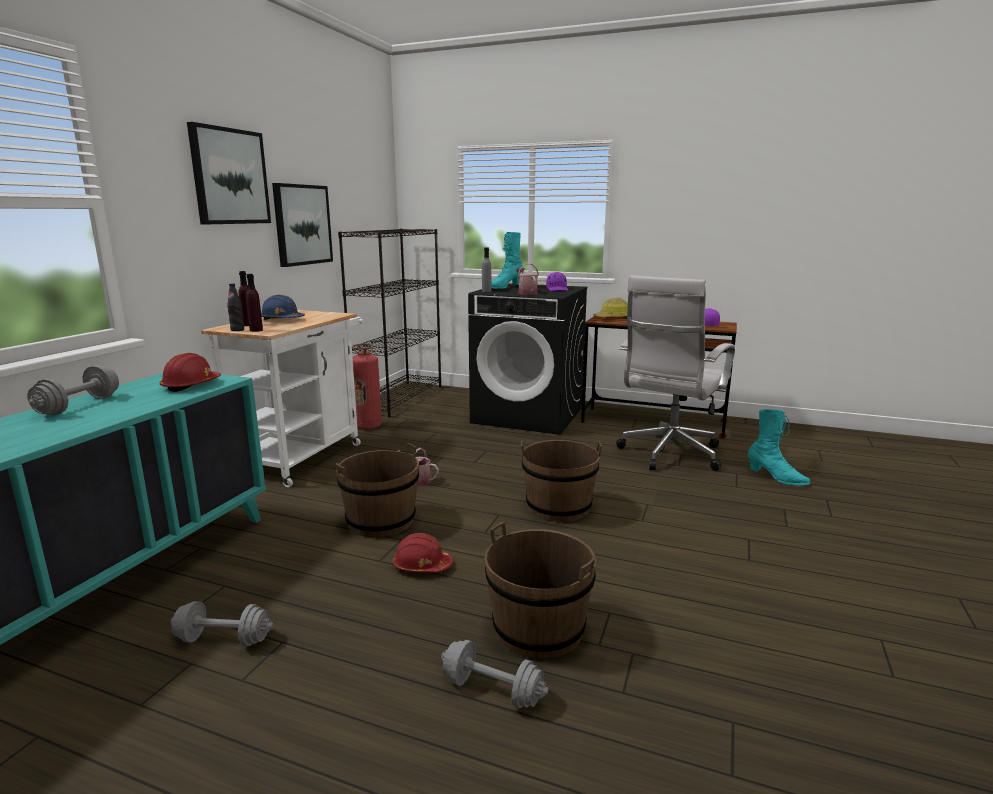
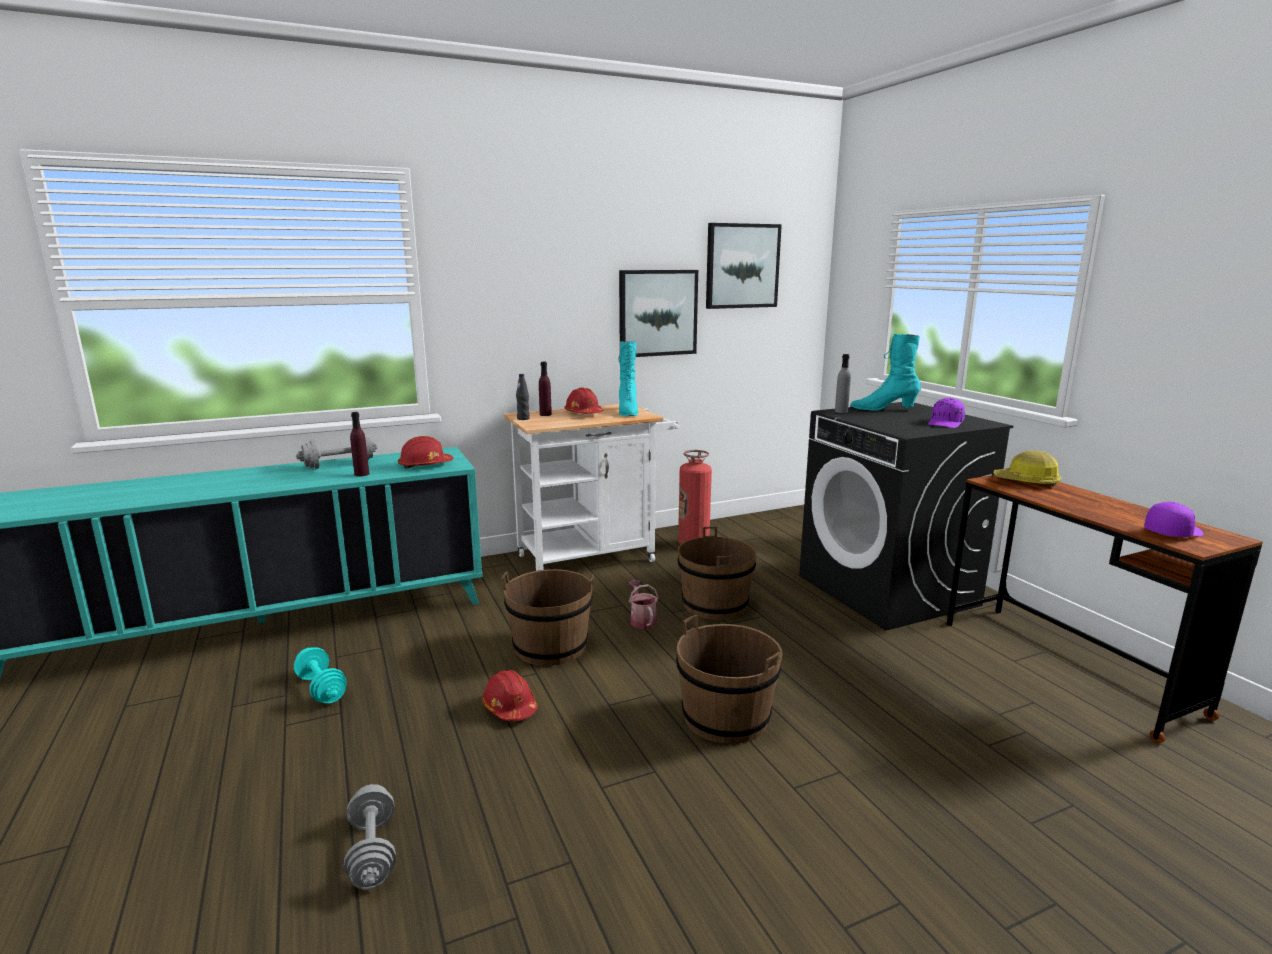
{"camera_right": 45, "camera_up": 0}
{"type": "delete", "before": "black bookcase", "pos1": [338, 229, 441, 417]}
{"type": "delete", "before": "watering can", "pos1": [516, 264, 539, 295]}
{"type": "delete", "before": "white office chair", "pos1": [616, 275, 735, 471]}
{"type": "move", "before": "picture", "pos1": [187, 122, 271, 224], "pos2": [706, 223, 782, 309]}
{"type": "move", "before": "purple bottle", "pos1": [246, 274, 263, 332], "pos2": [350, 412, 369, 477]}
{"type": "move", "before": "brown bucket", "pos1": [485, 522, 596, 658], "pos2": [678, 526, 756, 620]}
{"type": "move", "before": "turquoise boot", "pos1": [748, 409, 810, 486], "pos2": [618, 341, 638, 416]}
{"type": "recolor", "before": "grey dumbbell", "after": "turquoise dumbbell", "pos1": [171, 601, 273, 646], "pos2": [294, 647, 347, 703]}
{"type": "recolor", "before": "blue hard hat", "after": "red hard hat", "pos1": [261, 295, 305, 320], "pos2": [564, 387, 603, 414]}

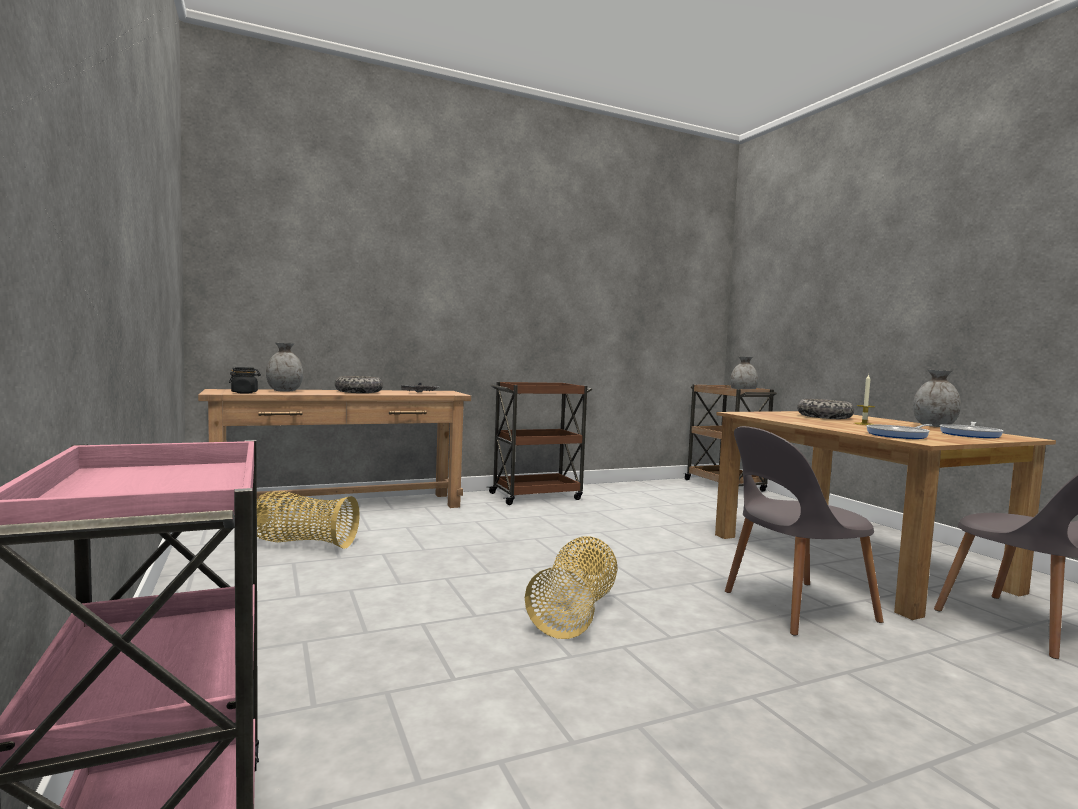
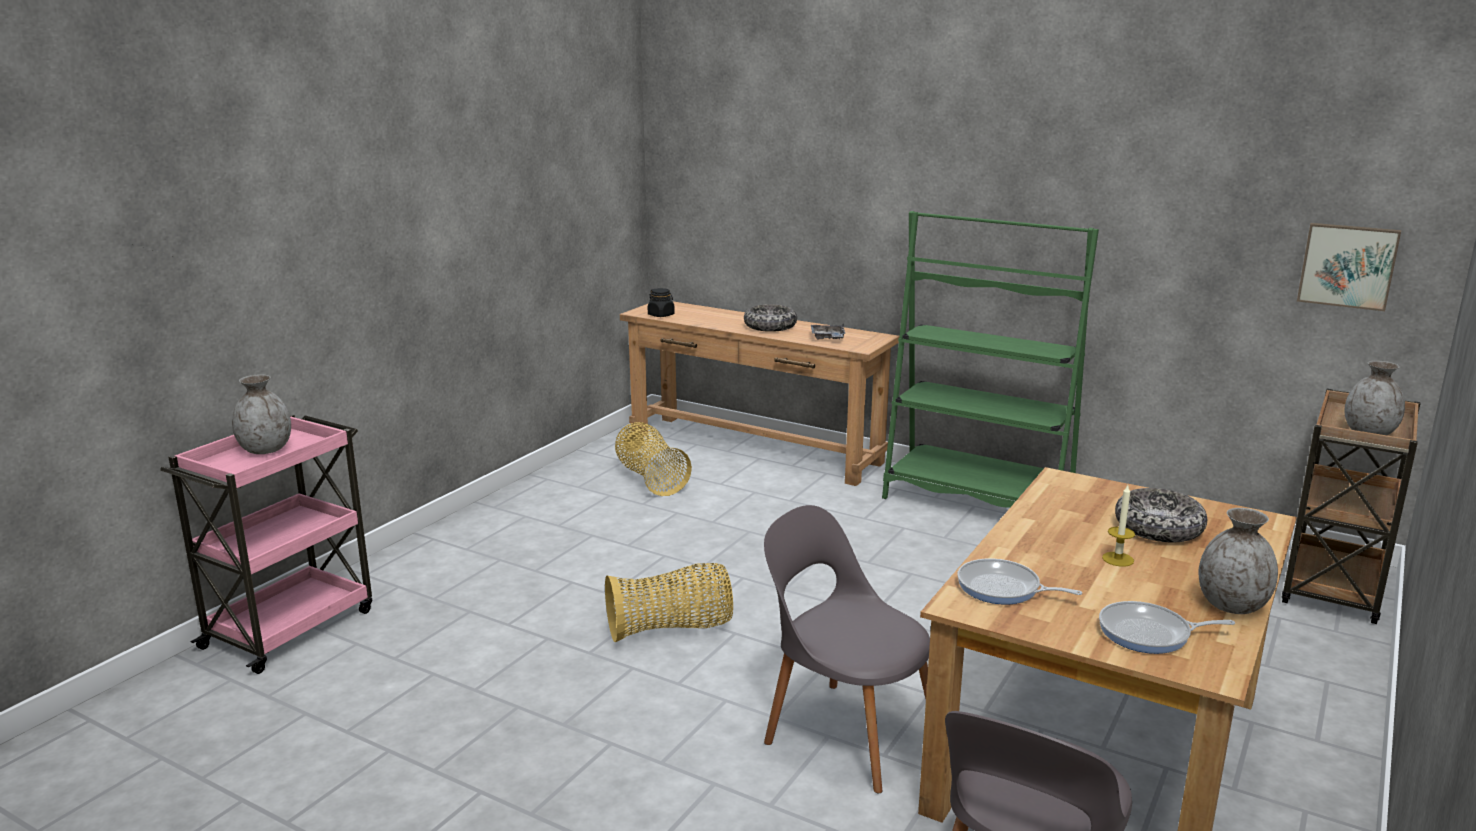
{"camera_right": 55, "camera_up": 15}
{"type": "insert", "after": "picture", "pos2": [1297, 223, 1401, 311]}
{"type": "move", "before": "grey vase", "pos1": [266, 343, 303, 392], "pos2": [232, 374, 291, 454]}
{"type": "replace", "before": "brown cart", "after": "green bookcase", "pos1": [487, 382, 592, 505], "pos2": [882, 211, 1099, 508]}

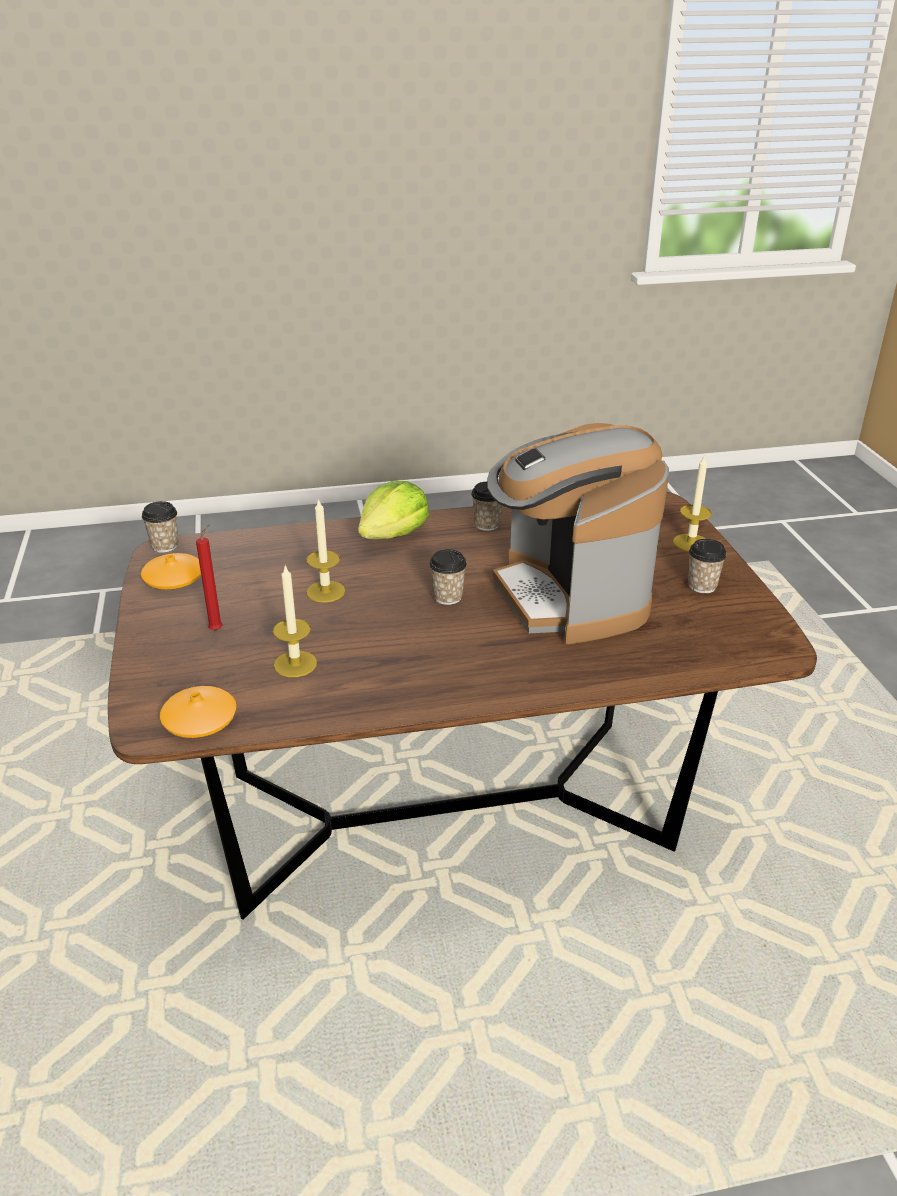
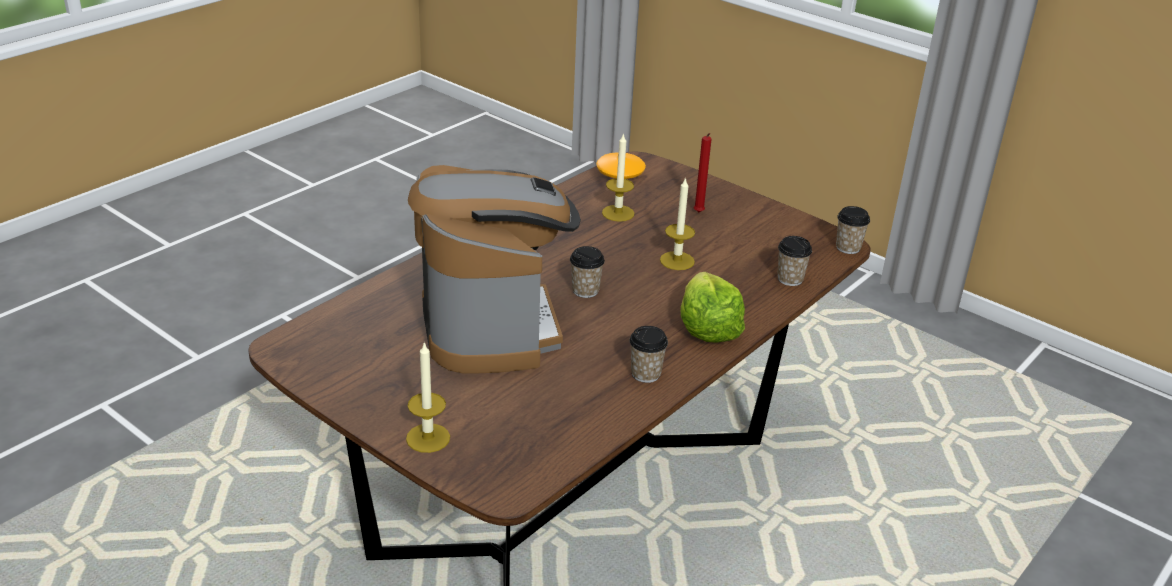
{"camera_right": 140, "camera_up": 0}
{"type": "delete", "before": "orange vase", "pos1": [141, 553, 201, 589]}
{"type": "move", "before": "cup", "pos1": [688, 539, 727, 593], "pos2": [777, 236, 812, 286]}
{"type": "rotate", "before": "coffee machine", "pos1": [487, 423, 669, 644], "pos2": [408, 165, 581, 374], "turn": 45}

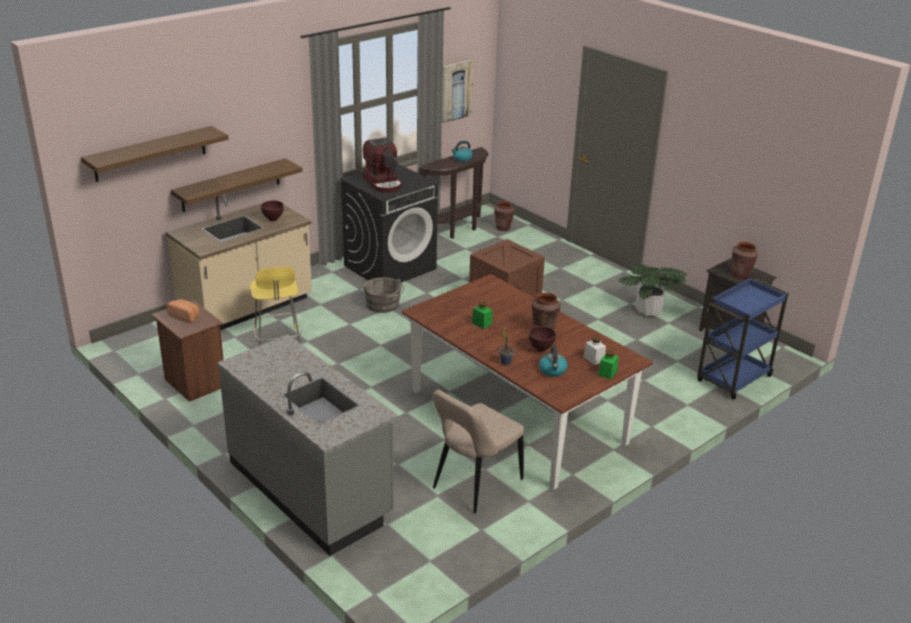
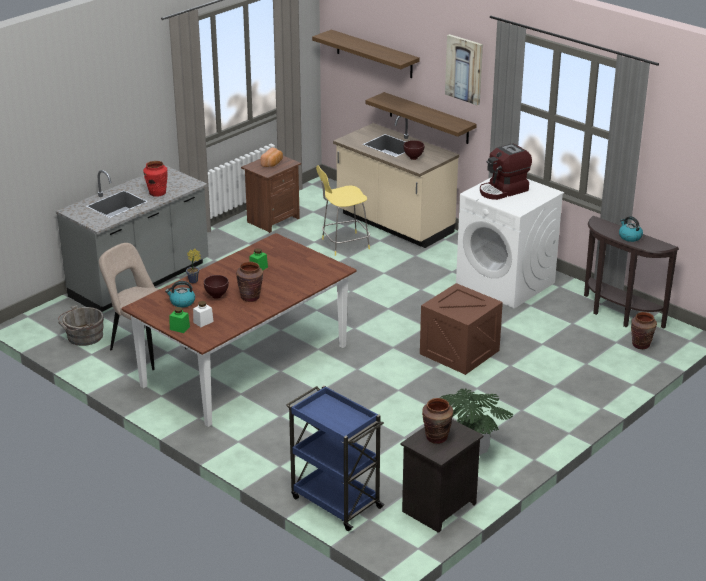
{"camera_right": 85, "camera_up": 0}
{"type": "insert", "after": "red vase", "pos2": [143, 161, 168, 197]}
{"type": "move", "before": "grey bucket", "pos1": [363, 277, 404, 313], "pos2": [58, 305, 104, 346]}
{"type": "move", "before": "picture", "pos1": [442, 60, 474, 123], "pos2": [445, 34, 483, 105]}
{"type": "recolor", "before": "black washing machine", "after": "white washing machine", "pos1": [340, 163, 438, 283], "pos2": [456, 177, 564, 309]}

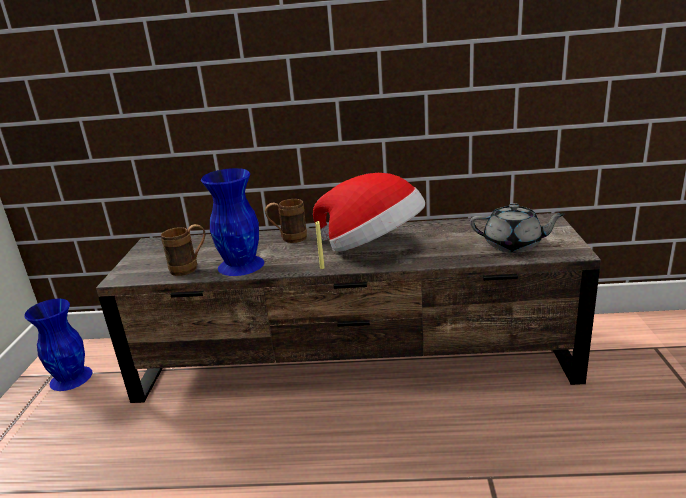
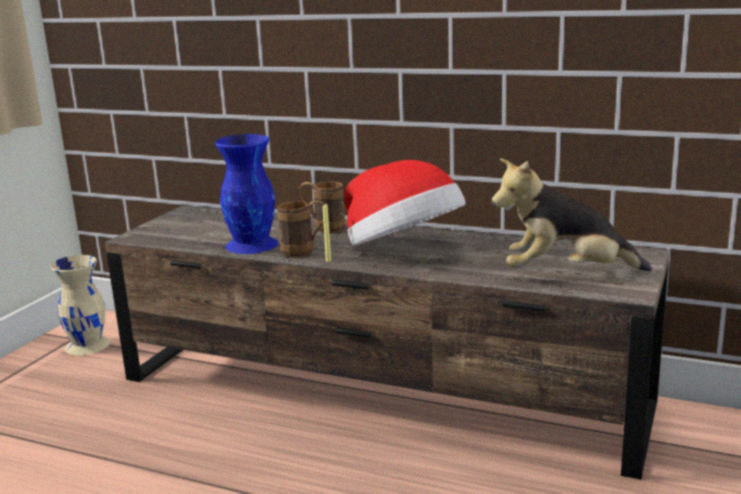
{"camera_right": 20, "camera_up": -5}
{"type": "move", "before": "brown mug", "pos1": [161, 224, 205, 276], "pos2": [277, 200, 325, 257]}
{"type": "replace", "before": "grey teapot", "after": "plush toy", "pos1": [470, 203, 565, 253], "pos2": [492, 158, 652, 271]}
{"type": "recolor", "before": "blue vase", "after": "beige vase", "pos1": [24, 299, 92, 391], "pos2": [50, 255, 111, 355]}

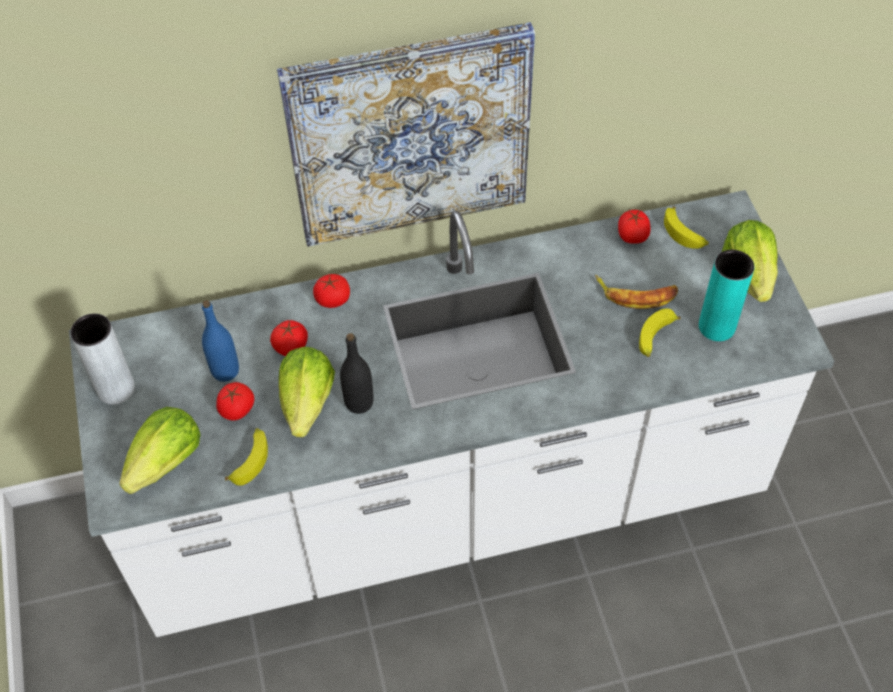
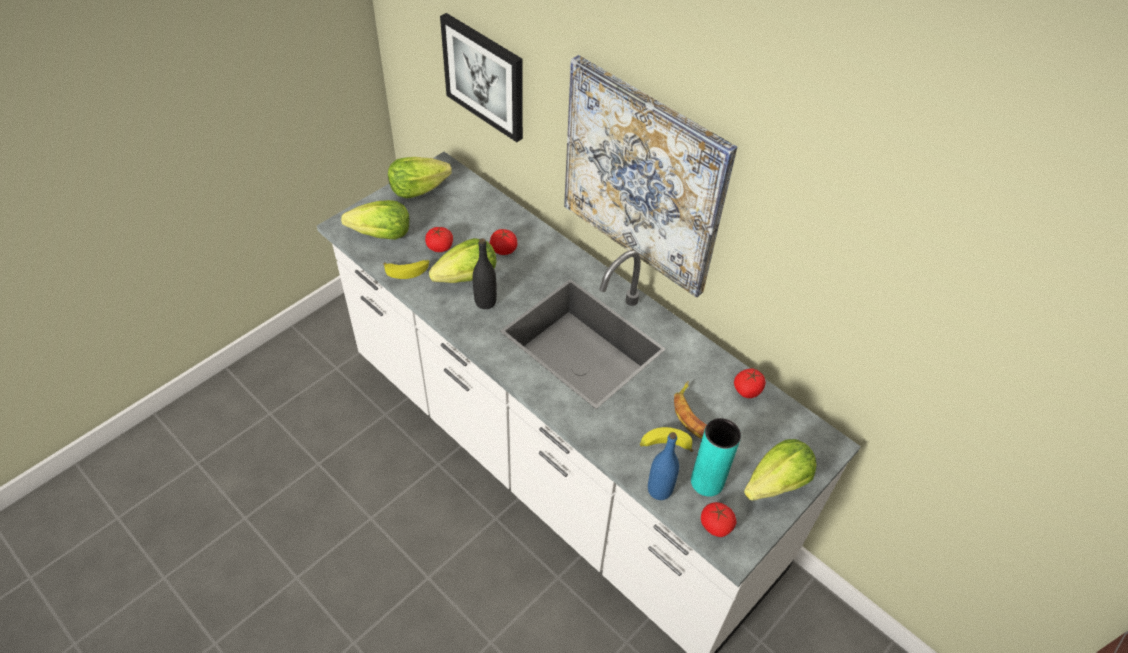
{"camera_right": 55, "camera_up": -5}
{"type": "delete", "before": "banana", "pos1": [664, 206, 709, 249]}
{"type": "insert", "after": "picture", "pos2": [440, 13, 523, 142]}
{"type": "move", "before": "blue bottle", "pos1": [202, 300, 239, 382], "pos2": [648, 432, 679, 500]}
{"type": "move", "before": "tomato", "pos1": [313, 274, 350, 308], "pos2": [701, 502, 736, 537]}
{"type": "replace", "before": "grey vase", "after": "lettuce", "pos1": [70, 313, 135, 404], "pos2": [388, 157, 452, 198]}

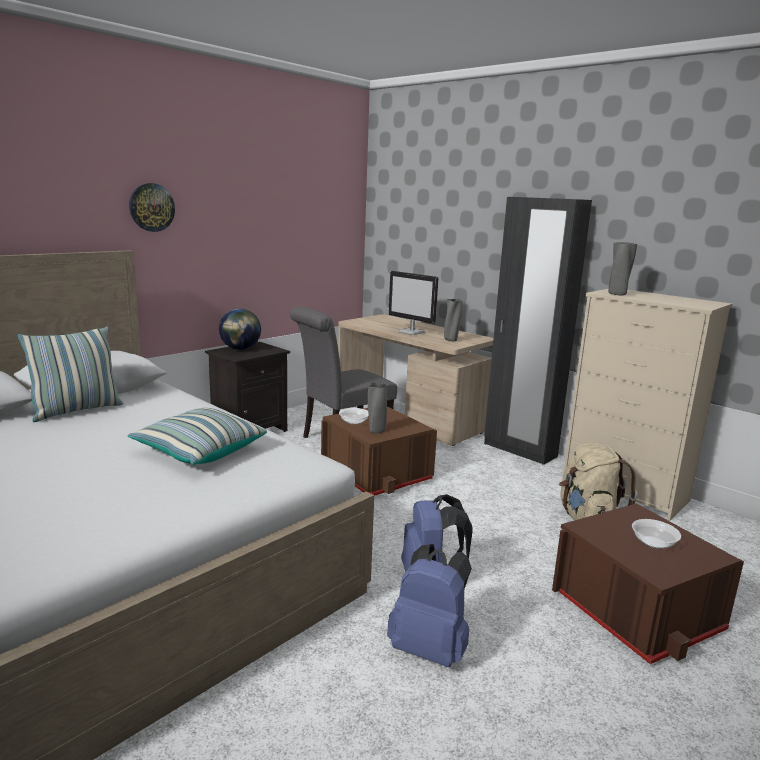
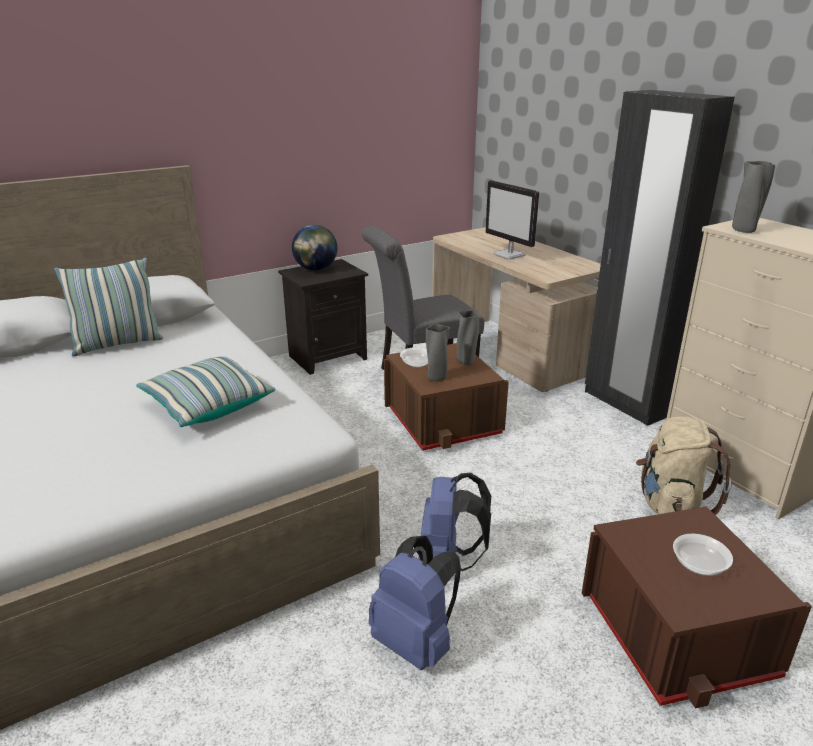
{"camera_right": 15, "camera_up": 10}
{"type": "delete", "before": "wall clock", "pos1": [129, 183, 175, 232]}
{"type": "move", "before": "grey vase", "pos1": [444, 299, 463, 342], "pos2": [457, 310, 479, 365]}

